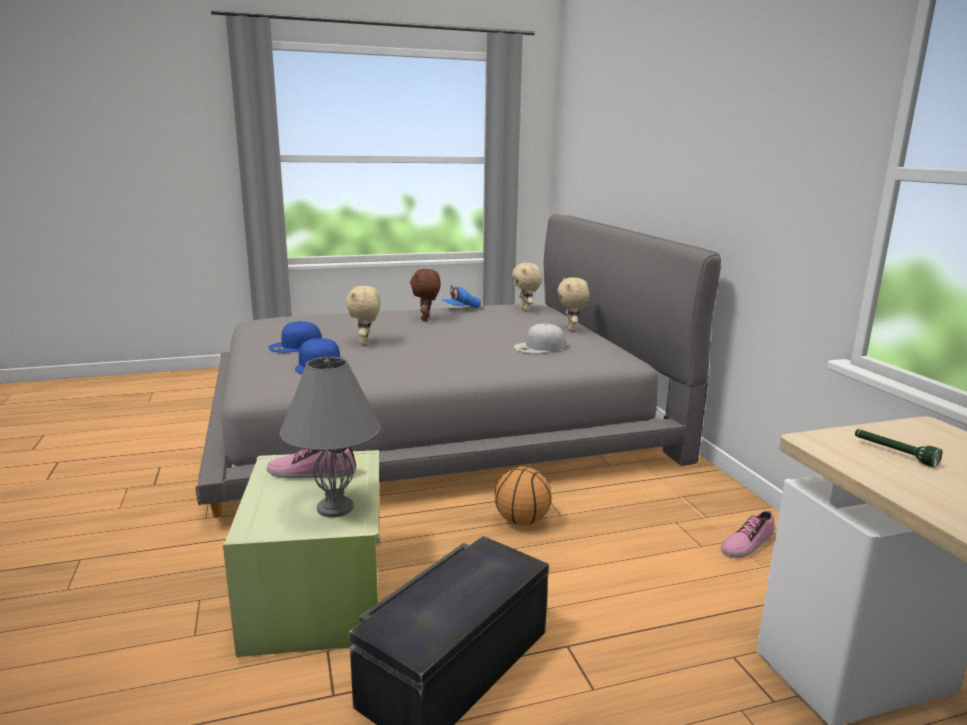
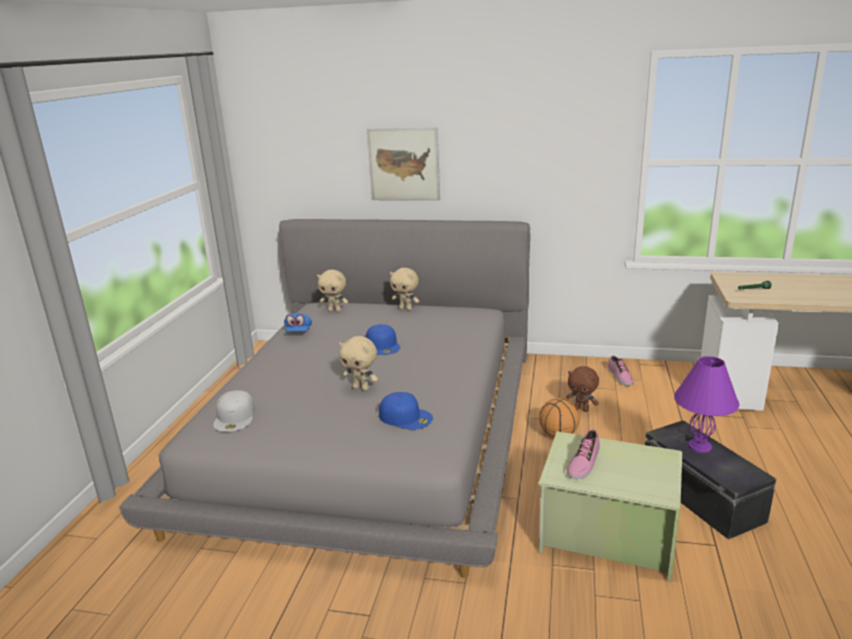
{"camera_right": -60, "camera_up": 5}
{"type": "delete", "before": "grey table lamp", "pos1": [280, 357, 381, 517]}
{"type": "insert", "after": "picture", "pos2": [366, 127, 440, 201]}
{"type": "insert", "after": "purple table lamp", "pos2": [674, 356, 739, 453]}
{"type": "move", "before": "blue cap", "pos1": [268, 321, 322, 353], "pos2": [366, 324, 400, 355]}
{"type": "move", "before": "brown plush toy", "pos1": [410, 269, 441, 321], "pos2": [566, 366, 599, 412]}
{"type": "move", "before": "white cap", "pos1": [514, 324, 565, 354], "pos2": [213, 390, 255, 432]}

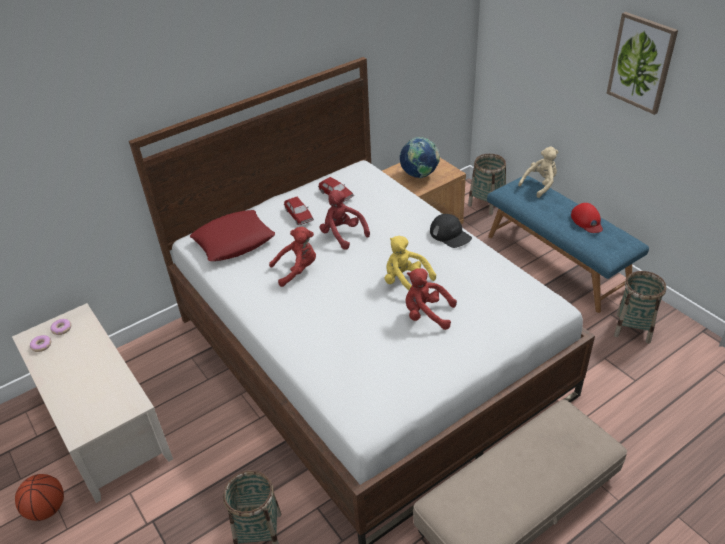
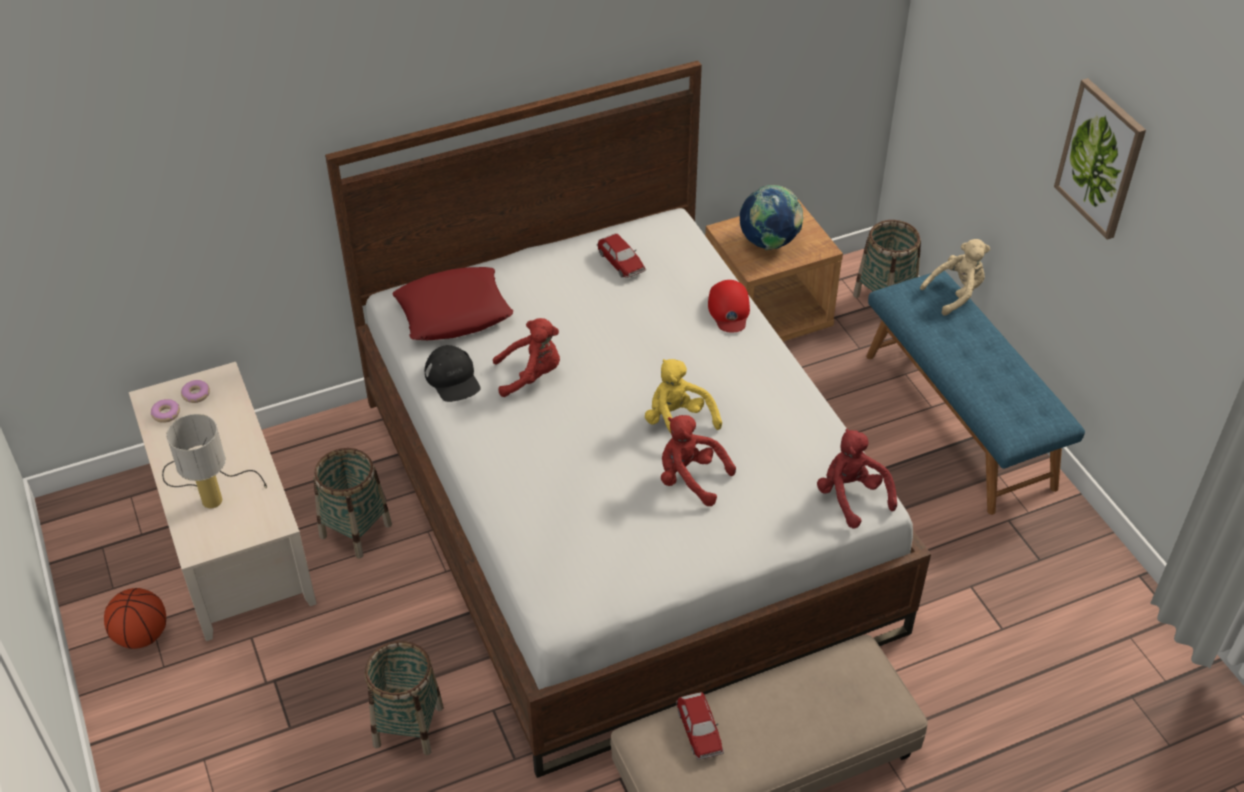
{"camera_right": 10, "camera_up": 5}
{"type": "insert", "after": "table lamp", "pos2": [162, 414, 267, 509]}
{"type": "move", "before": "toy car", "pos1": [284, 196, 314, 225], "pos2": [676, 692, 724, 760]}
{"type": "move", "before": "red plush toy", "pos1": [320, 190, 370, 250], "pos2": [817, 429, 897, 529]}
{"type": "move", "before": "black cap", "pos1": [430, 214, 472, 248], "pos2": [425, 345, 481, 402]}
{"type": "move", "before": "red cap", "pos1": [571, 203, 603, 233], "pos2": [708, 280, 750, 332]}
{"type": "move", "before": "basket", "pos1": [614, 271, 667, 344], "pos2": [313, 448, 392, 558]}

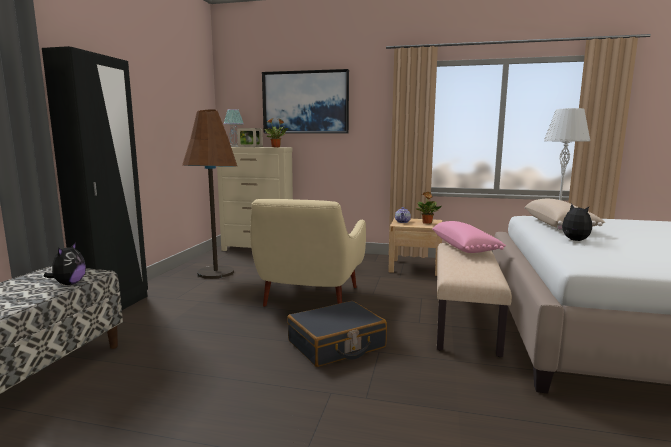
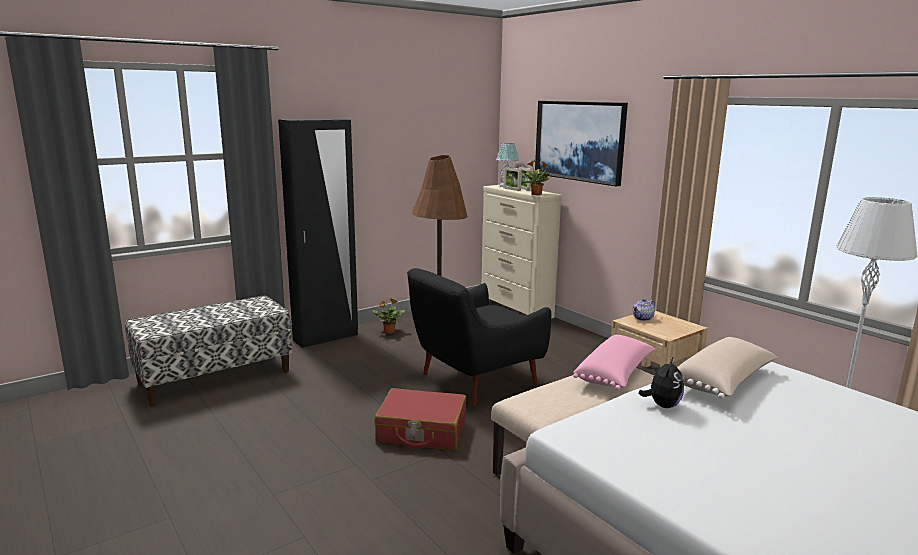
{"camera_right": 40, "camera_up": 5}
{"type": "delete", "before": "plush toy", "pos1": [44, 242, 86, 285]}
{"type": "move", "before": "potted plant", "pos1": [416, 192, 441, 224], "pos2": [372, 298, 405, 334]}
{"type": "recolor", "before": "beige armchair", "after": "black armchair", "pos1": [250, 199, 366, 307], "pos2": [407, 268, 551, 406]}
{"type": "recolor", "before": "black suitcase", "after": "red suitcase", "pos1": [287, 301, 387, 367], "pos2": [374, 388, 466, 450]}

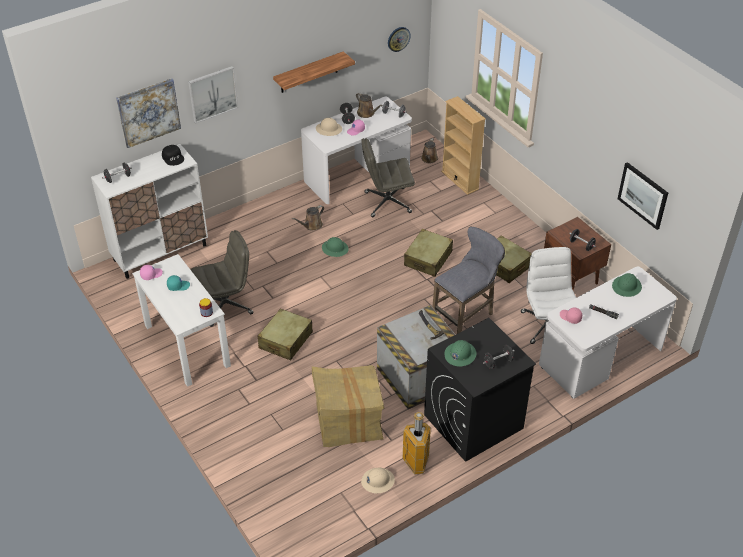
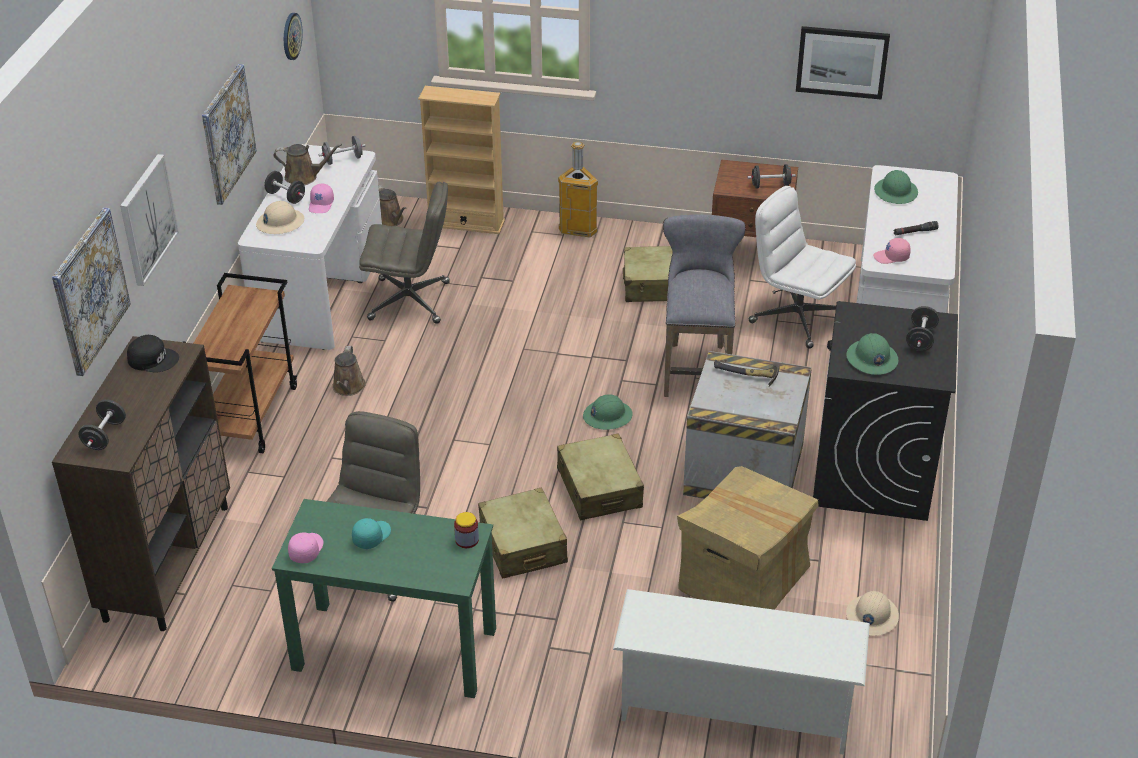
{"camera_right": -45, "camera_up": -5}
{"type": "insert", "after": "brown cart", "pos2": [183, 273, 297, 453]}
{"type": "insert", "after": "white shoe rack", "pos2": [613, 589, 870, 755]}
{"type": "move", "before": "green hard hat", "pos1": [322, 237, 349, 257], "pos2": [583, 394, 633, 430]}
{"type": "move", "before": "trash can", "pos1": [403, 412, 431, 475], "pos2": [558, 142, 598, 238]}
{"type": "move", "before": "beige suitcase", "pos1": [404, 229, 453, 277], "pos2": [557, 433, 644, 521]}
{"type": "replace", "before": "shelf", "after": "picture", "pos1": [273, 51, 355, 93], "pos2": [202, 64, 257, 205]}
{"type": "recolor", "before": "white cabinet", "after": "brown cabinet", "pos1": [91, 144, 208, 279], "pos2": [52, 336, 230, 631]}
{"type": "recolor", "before": "white desk", "after": "green desk", "pos1": [132, 254, 231, 387], "pos2": [272, 499, 496, 698]}
{"type": "rotate", "before": "grey office chair", "pos1": [361, 138, 415, 217], "pos2": [359, 182, 450, 324], "turn": -120}

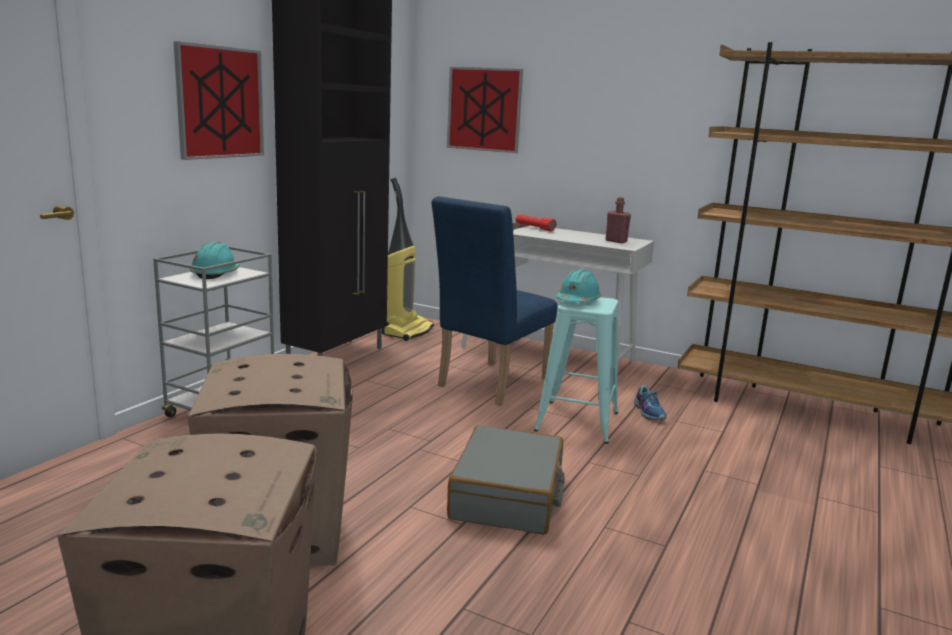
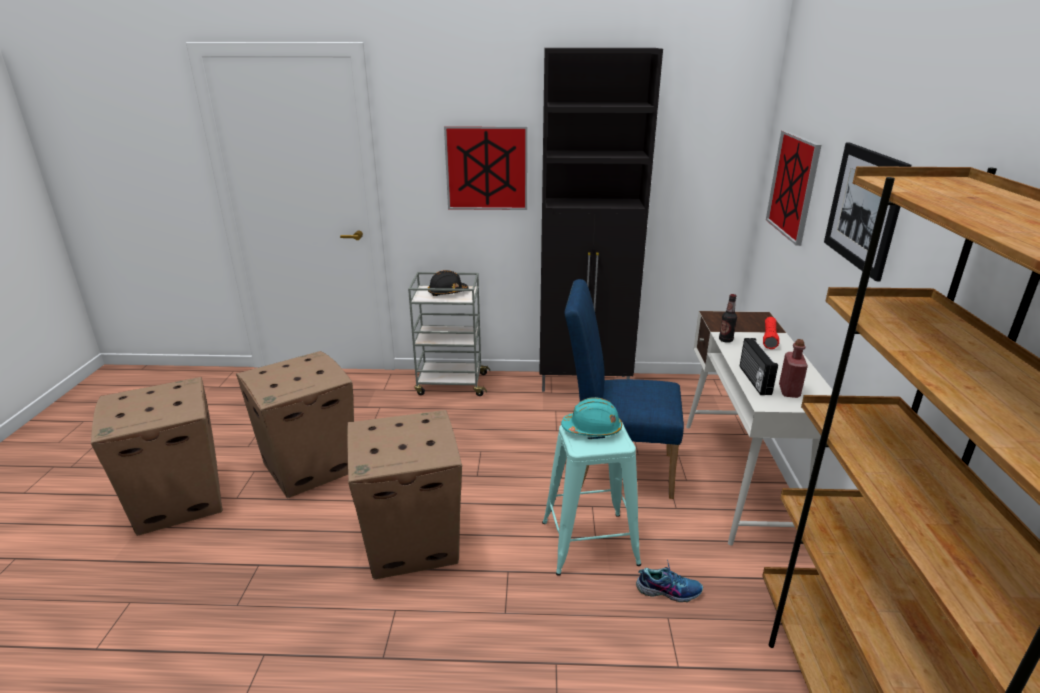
{"camera_right": 65, "camera_up": 10}
{"type": "delete", "before": "vacuum cleaner", "pos1": [382, 178, 434, 341]}
{"type": "insert", "after": "bottle", "pos2": [719, 294, 737, 343]}
{"type": "insert", "after": "radio", "pos2": [739, 338, 778, 395]}
{"type": "insert", "after": "picture", "pos2": [824, 143, 911, 281]}
{"type": "replace", "before": "grey suitcase", "after": "cardboard box", "pos1": [447, 425, 565, 535], "pos2": [347, 410, 462, 579]}
{"type": "recolor", "before": "turquoise hard hat", "after": "black hard hat", "pos1": [190, 242, 240, 279], "pos2": [428, 270, 469, 296]}
{"type": "rotate", "before": "shoe", "pos1": [634, 385, 667, 420], "pos2": [636, 559, 703, 602], "turn": -135}

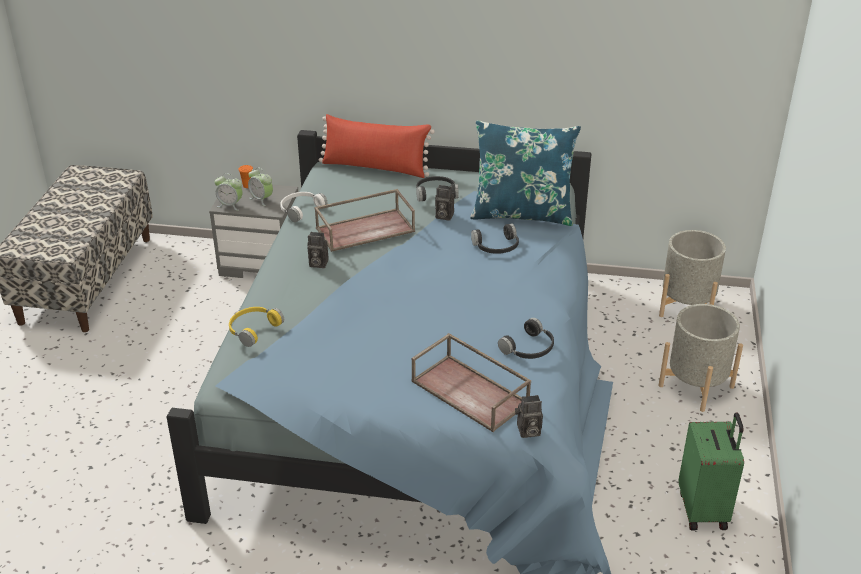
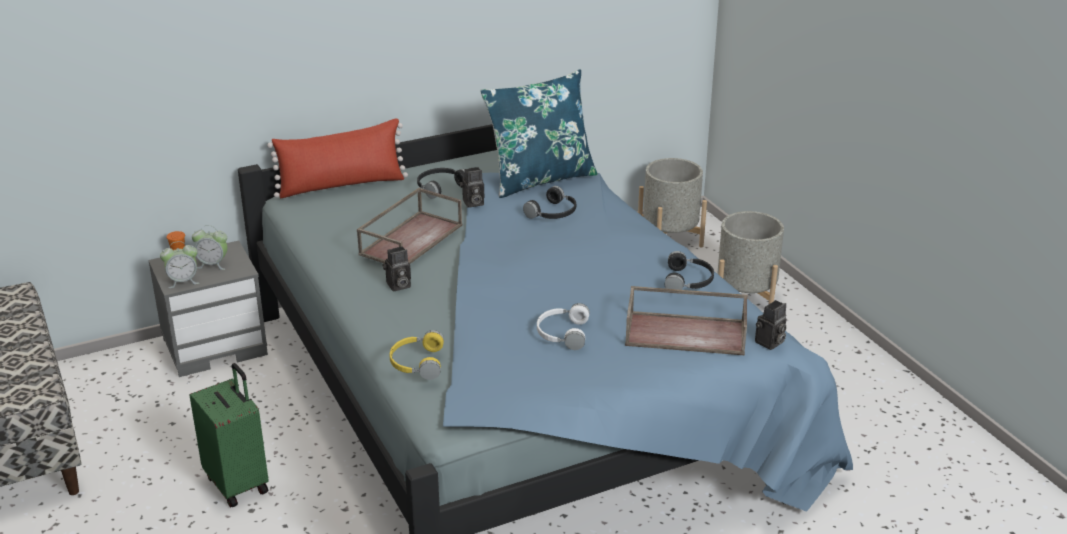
{"camera_right": -35, "camera_up": -5}
{"type": "move", "before": "white headphones", "pos1": [280, 192, 328, 222], "pos2": [537, 303, 590, 350]}
{"type": "move", "before": "green suitcase", "pos1": [679, 412, 744, 531], "pos2": [190, 363, 269, 507]}

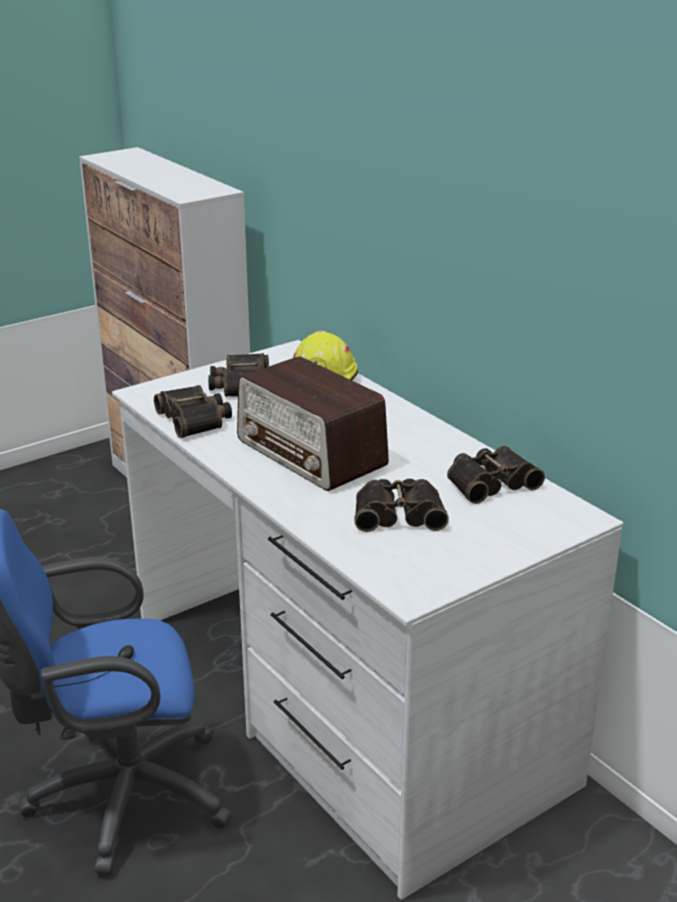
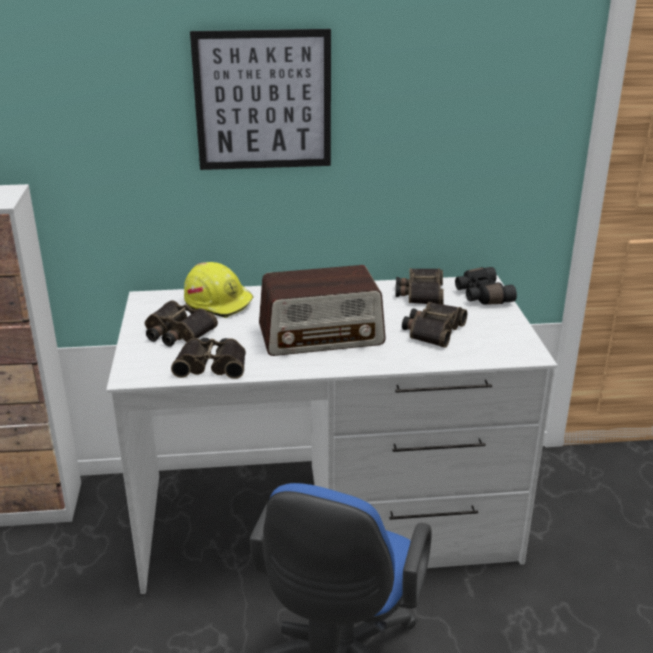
{"camera_right": -60, "camera_up": 0}
{"type": "insert", "after": "picture", "pos2": [190, 29, 331, 170]}
{"type": "insert", "after": "black binoculars", "pos2": [455, 267, 517, 305]}

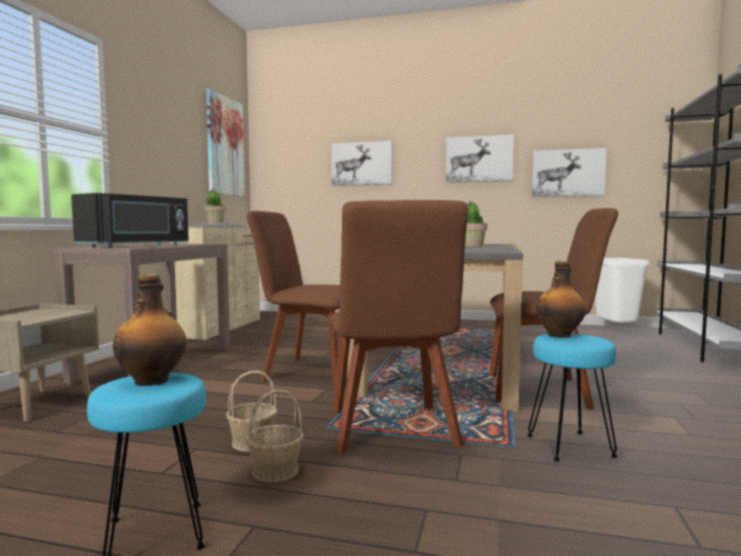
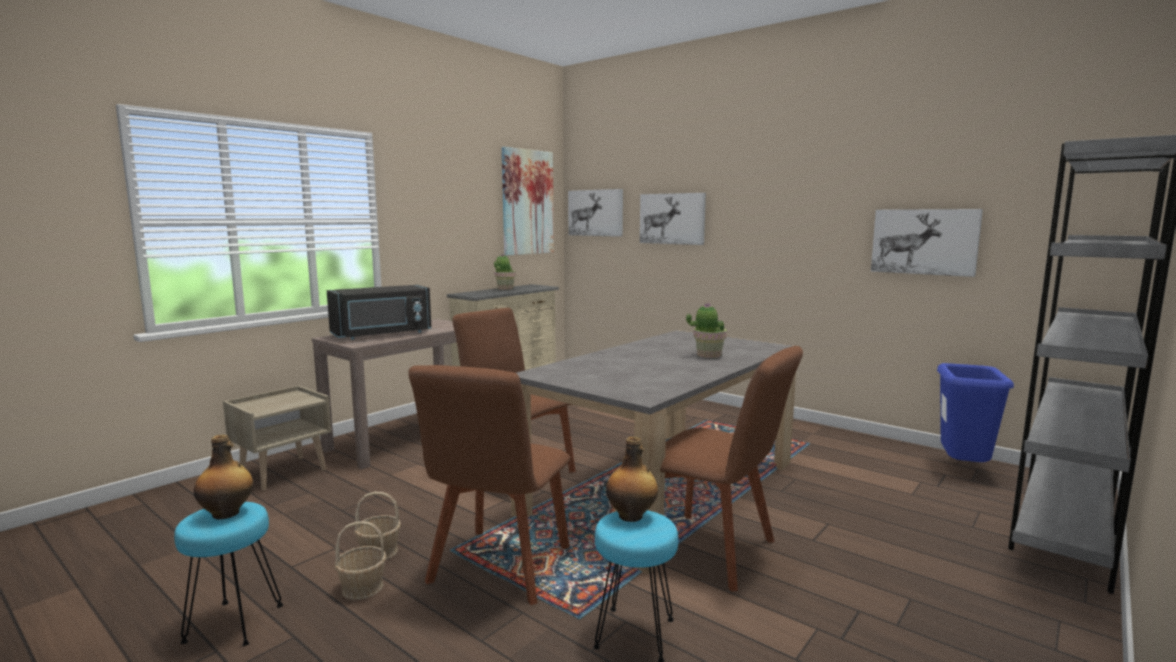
{"camera_right": 25, "camera_up": 5}
{"type": "move", "before": "picture", "pos1": [446, 134, 514, 183], "pos2": [568, 189, 623, 237]}
{"type": "recolor", "before": "white trash can", "after": "blue trash can", "pos1": [595, 258, 650, 323], "pos2": [937, 363, 1014, 462]}

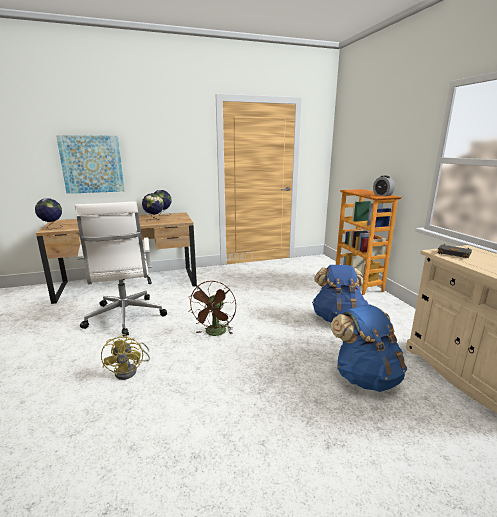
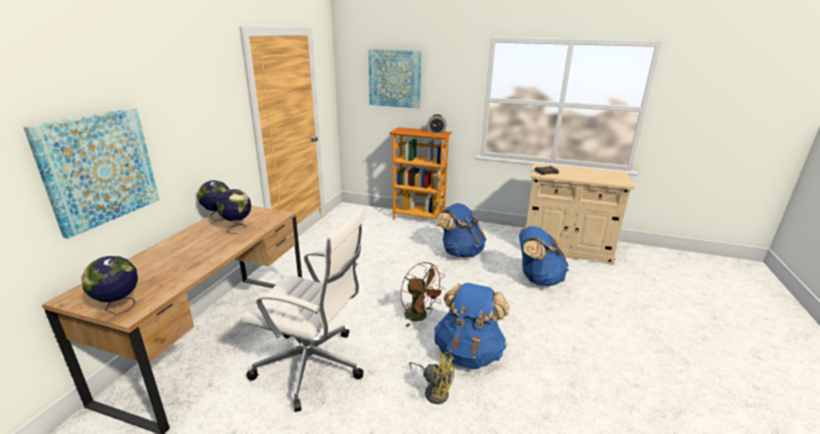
{"camera_right": -55, "camera_up": 5}
{"type": "insert", "after": "picture", "pos2": [368, 49, 422, 108]}
{"type": "insert", "after": "blue backpack", "pos2": [434, 283, 509, 369]}

